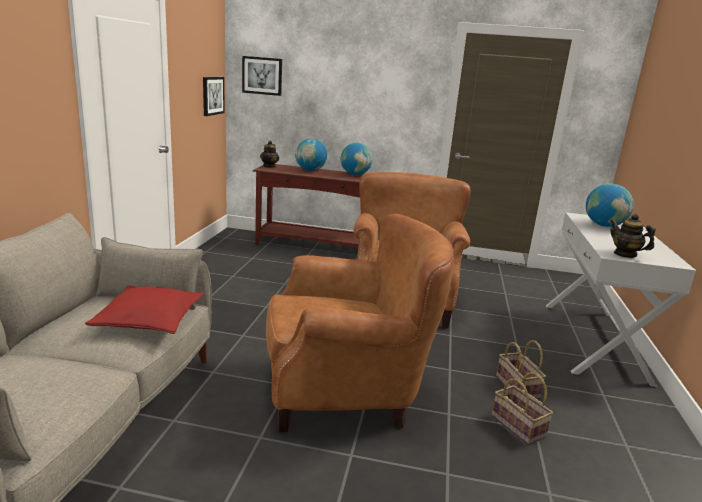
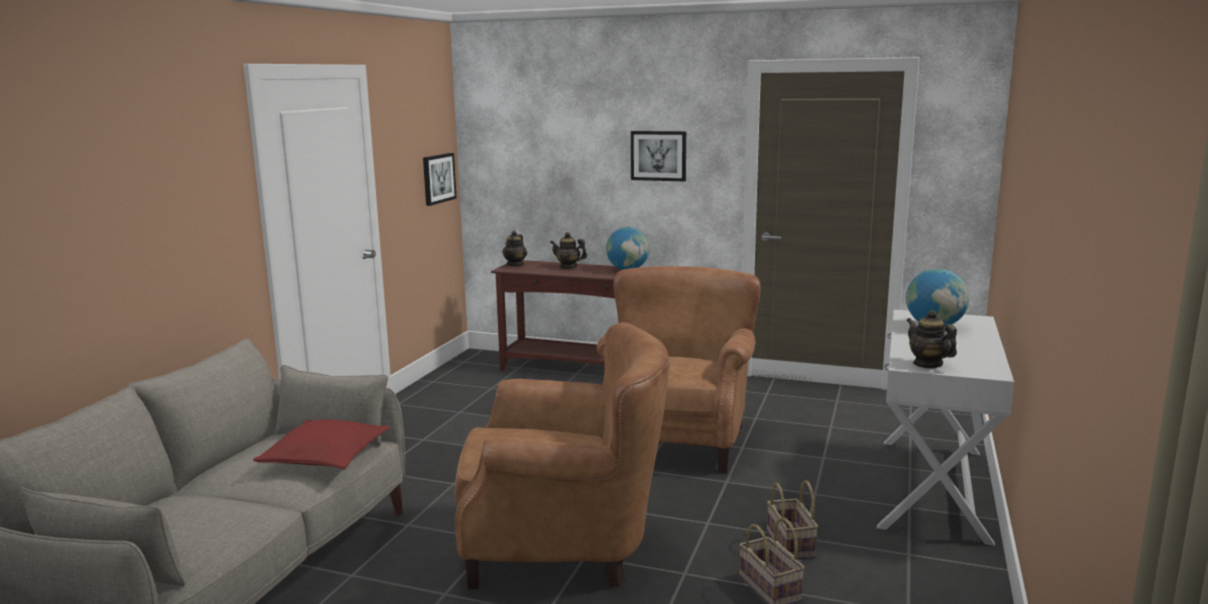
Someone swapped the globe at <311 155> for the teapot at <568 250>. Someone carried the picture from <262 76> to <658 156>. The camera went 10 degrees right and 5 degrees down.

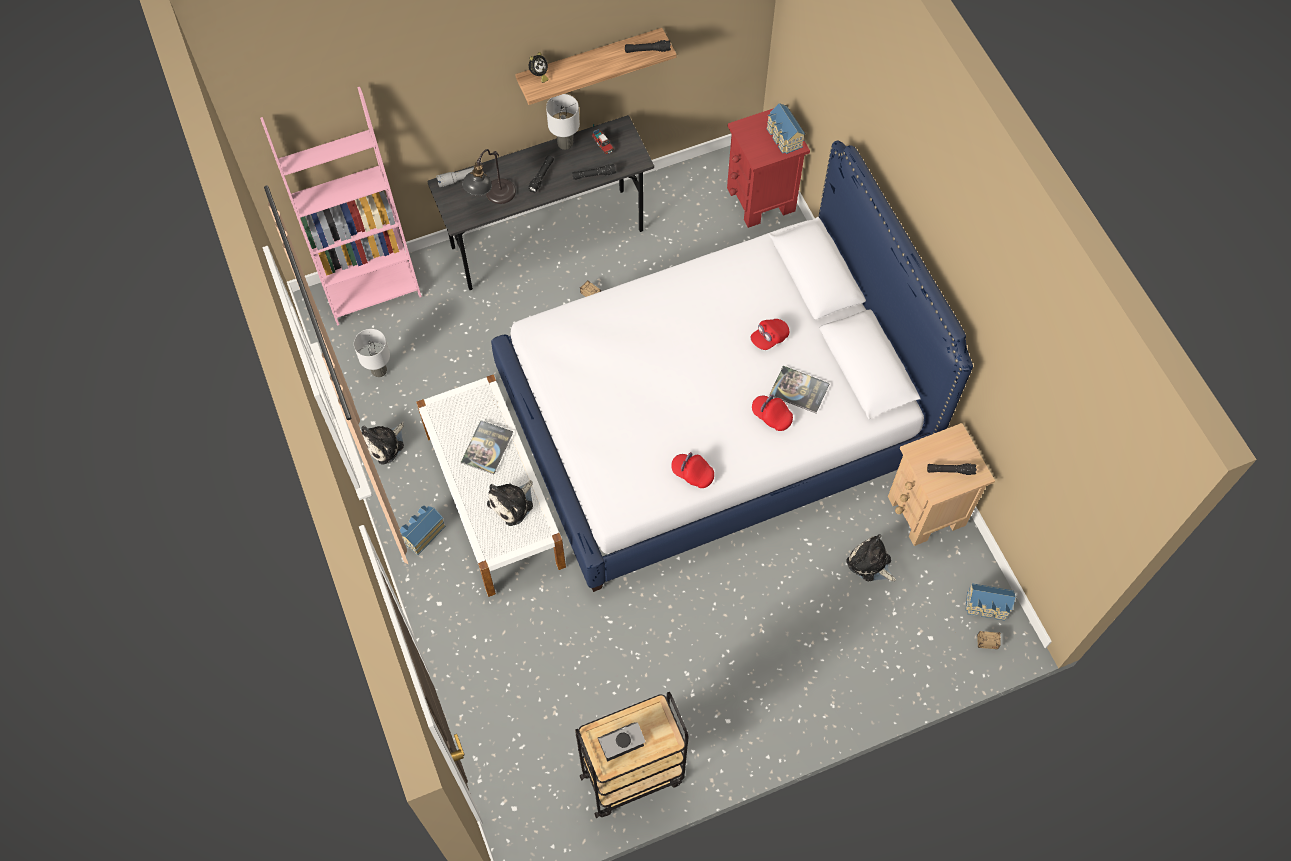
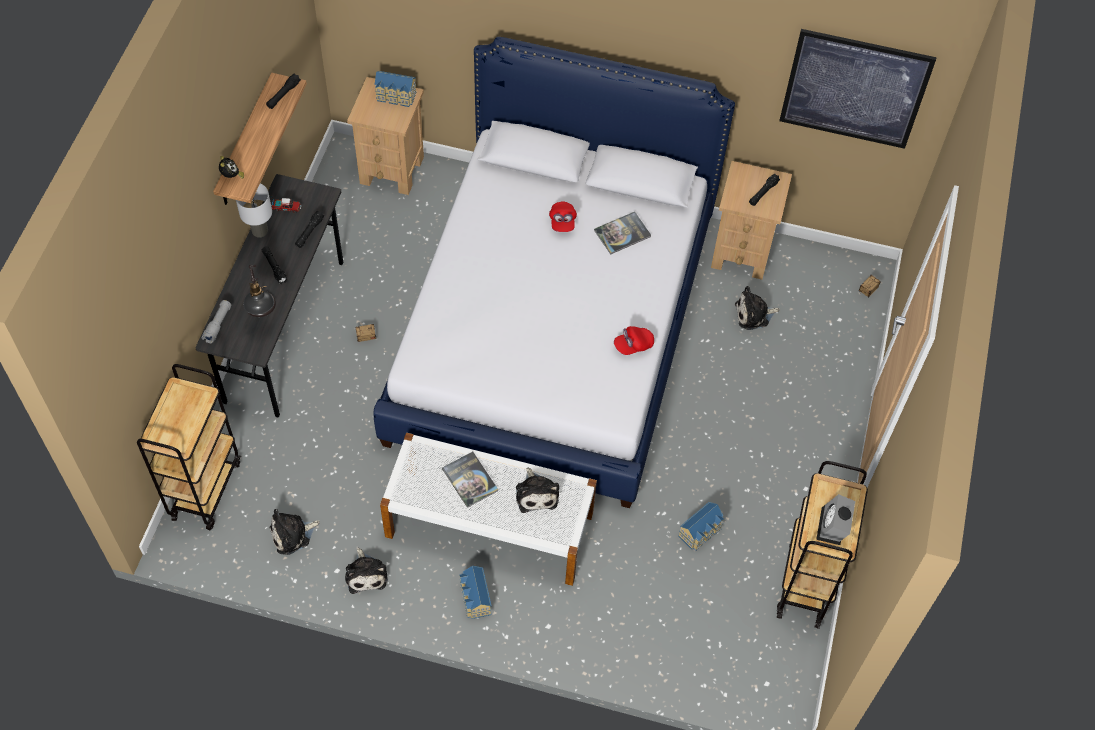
Someone swapped the bookcase (pink) at <341 206> for the cart (brown) at <189 447>. Someone swapped the table lamp (white) at <372 353> for the plush toy at <294 532>. Someone repainted the nightstand (red) at <768 168>, which became the nightstand (beige) at <385 136>. Someone carried the toy house from <990 602> to <701 526>. Someone put up the picture at <858 89>. Someone took away the cap (red) at <772 412>. The camera went 55 degrees left and 5 degrees down.

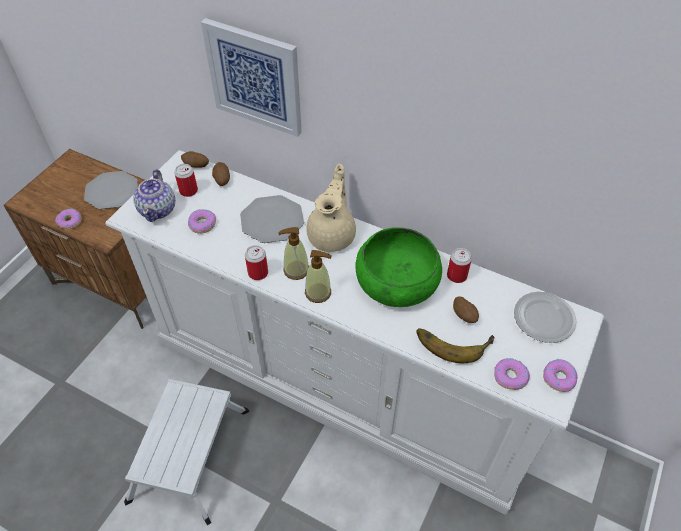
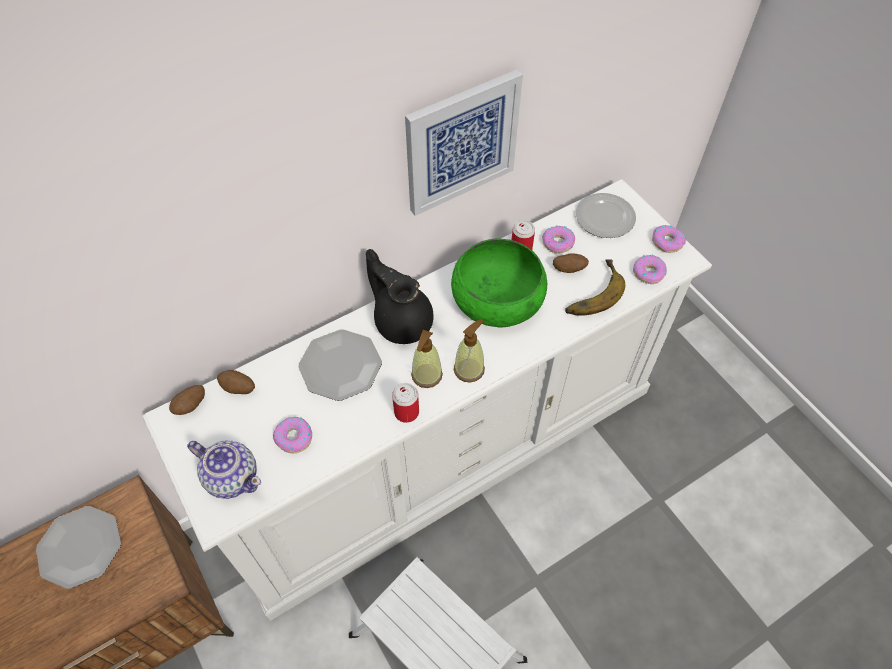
Someone repainted the teapot (beige) at <331 208>, which became the teapot (black) at <400 296>. Someone carried the picture from <251 77> to <464 142>. Someone carried the donut from <68 219> to <558 239>. Someone took away the can at <186 180>. The camera went 60 degrees left and 5 degrees up.

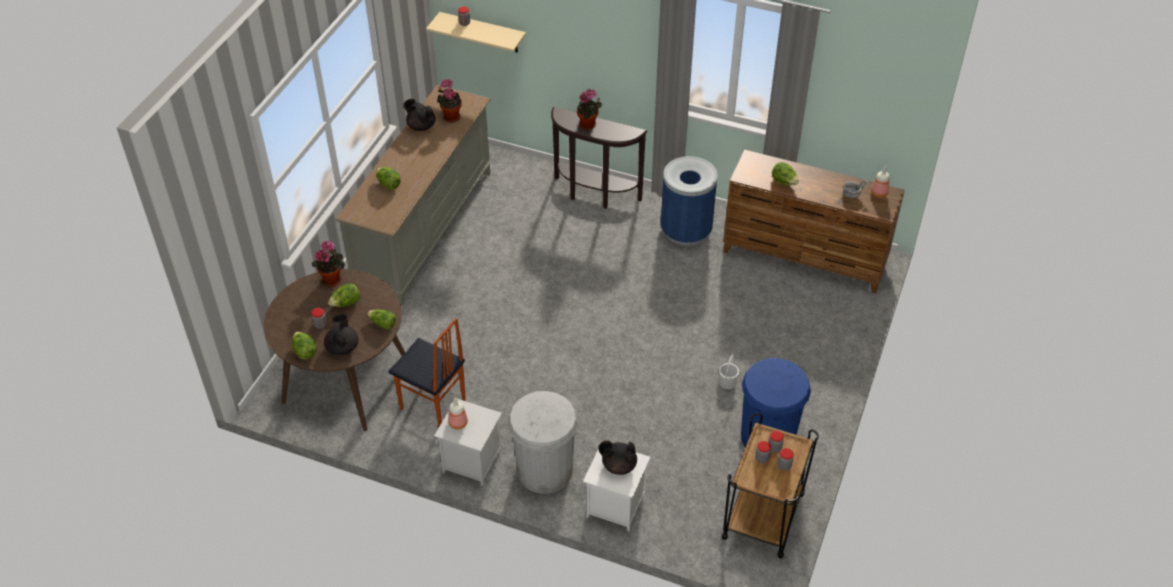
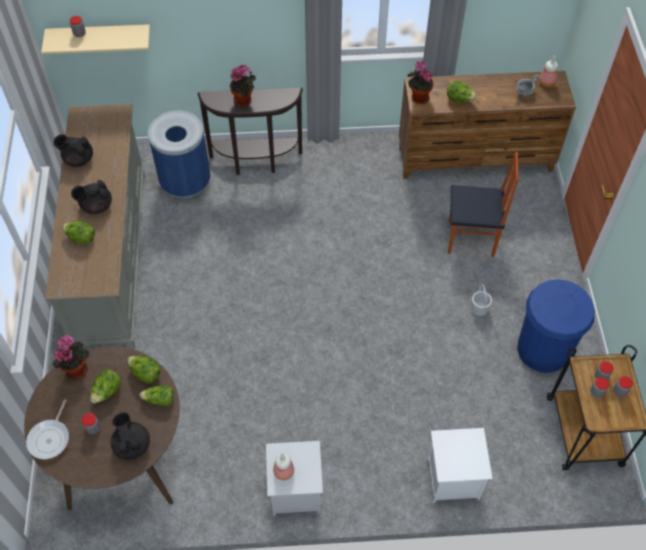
Someone put down the frying pan at <47 429>. Someone carried the teapot (black) from <617 458> to <91 197>. Someone carried the lettuce from <304 346> to <143 369>. Someone carried the trash can (blue) from <689 201> to <179 154>. Someone carried the potted plant from <449 101> to <420 82>. Someone carried the chair from <427 372> to <483 204>. Someone took away the trash can (white) at <543 442>. The camera went 25 degrees left and 10 degrees up.

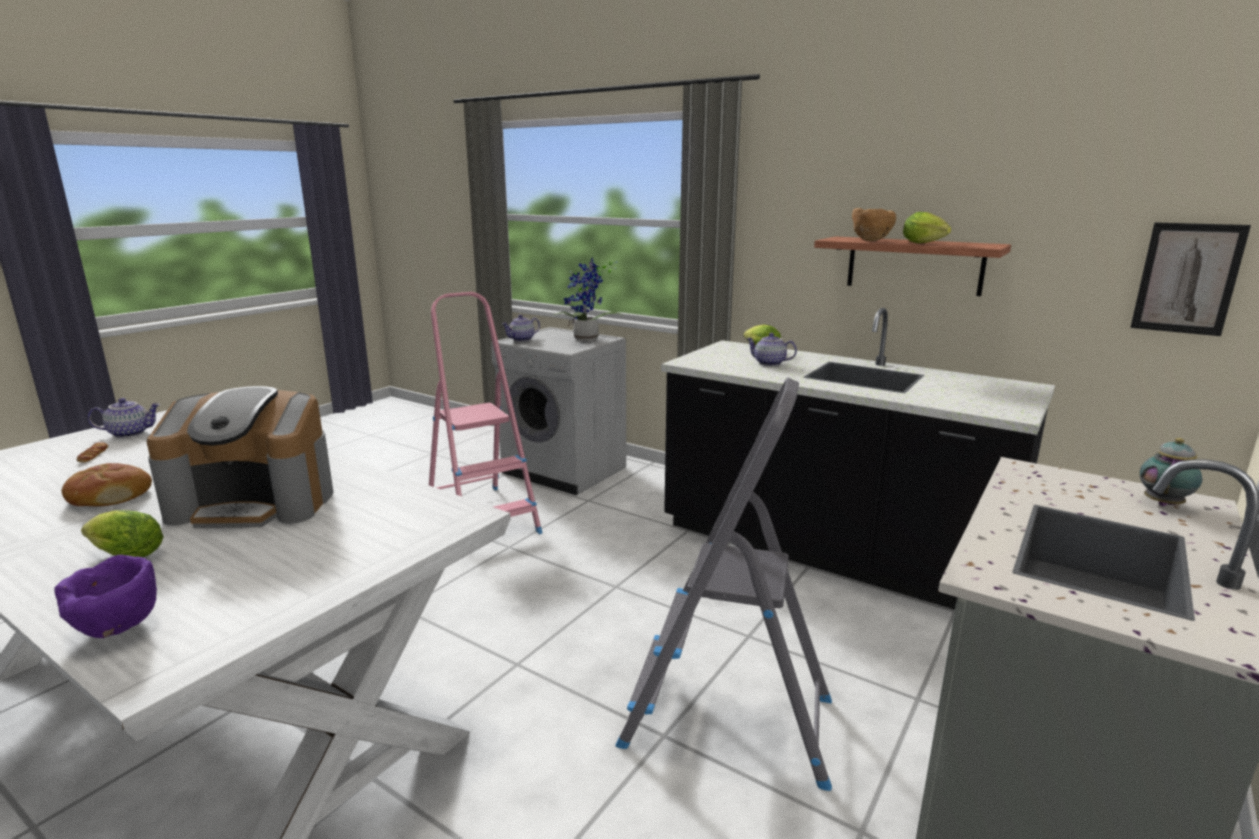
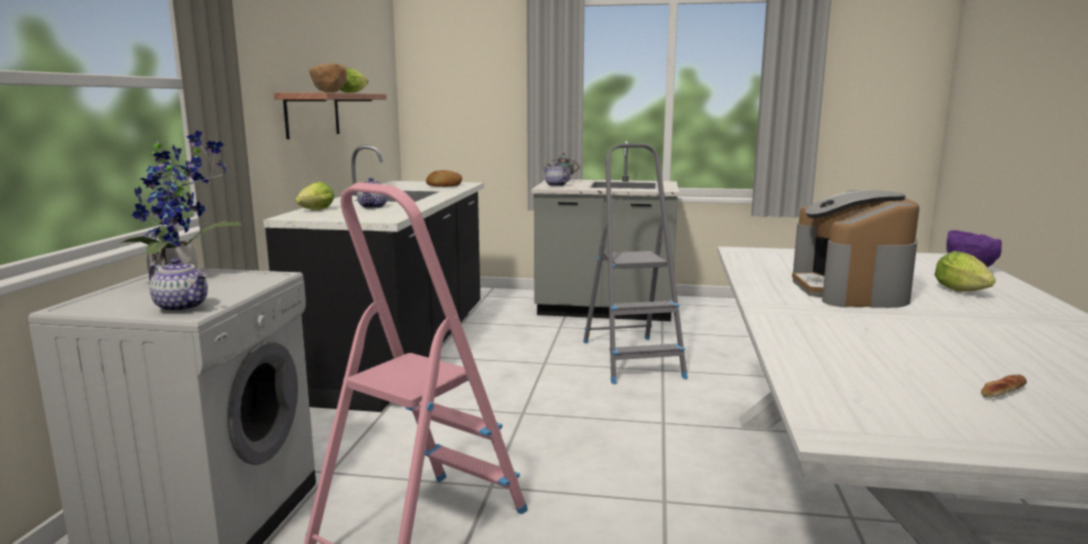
Someone carried the bread from <106 484> to <444 178>. Someone carried the teapot from <124 418> to <557 174>. Someone rotated the coffee machine at <240 457> by 150 degrees counterclockwise. Someone took away the picture at <1190 279>. The camera went 115 degrees left and 5 degrees down.

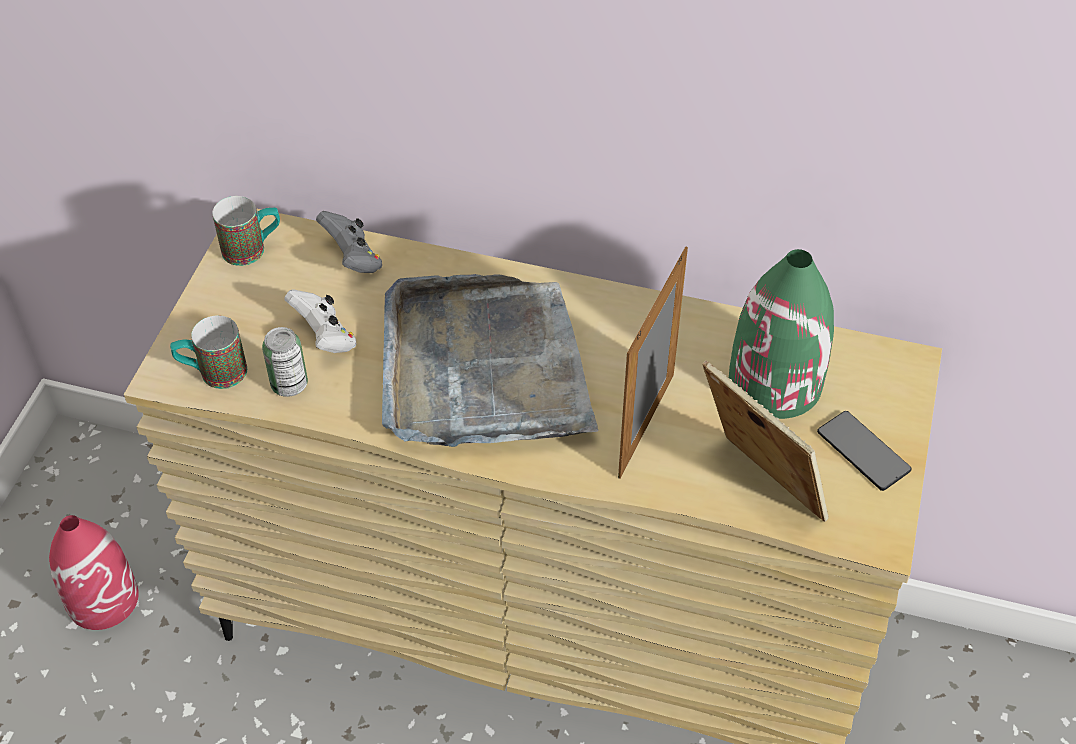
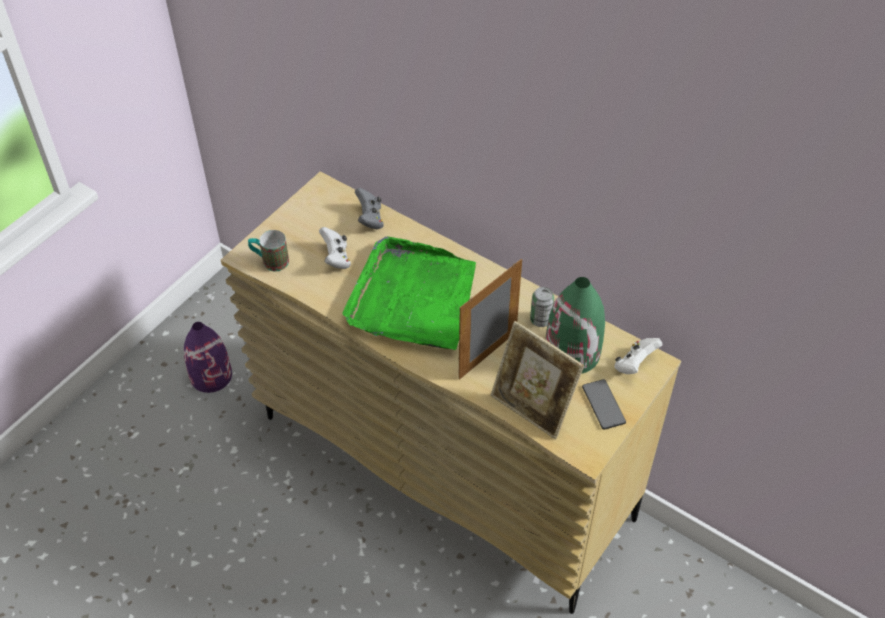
Someone repainted the vase (red) at <94 572>, which became the vase (purple) at <208 357>. Someone repainted the tray (grey) at <490 360>, which became the tray (green) at <409 293>. Someone rotated the picture frame at <766 441> by 150 degrees clockwise. Someone carried the can from <285 362> to <542 307>. Someone put down the game controller (white) at <639 356>. Someone took away the mug at <246 231>. The camera went 20 degrees right and 0 degrees up.

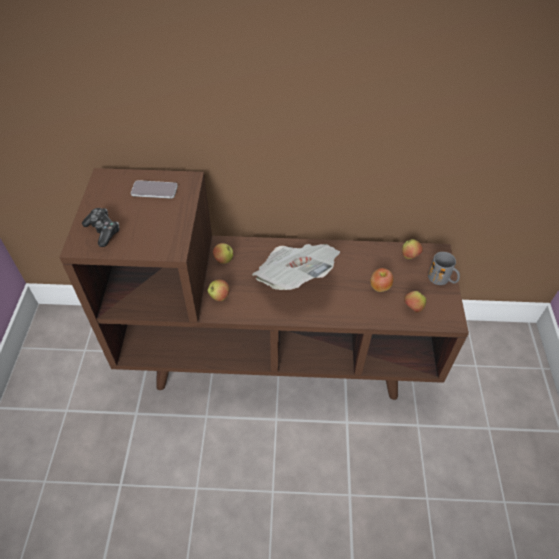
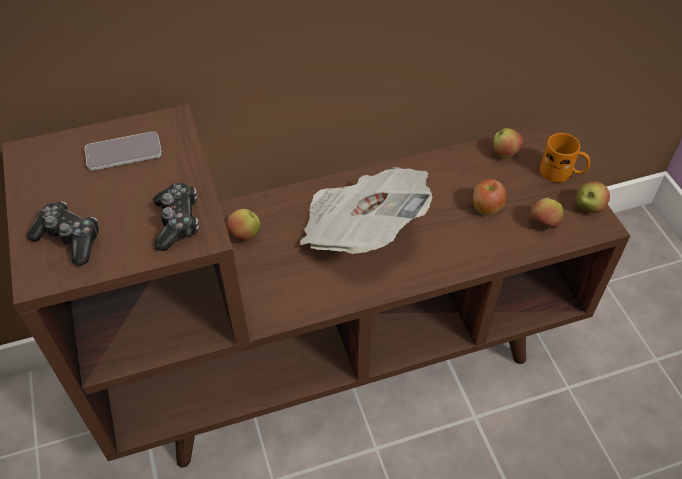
Someone put down the game controller at <176 217>. Someone repainted the mug (grey) at <444 268>, which became the mug (orange) at <565 158>. Someone carried the apple from <218 290> to <593 197>. The camera went 20 degrees left and 0 degrees up.

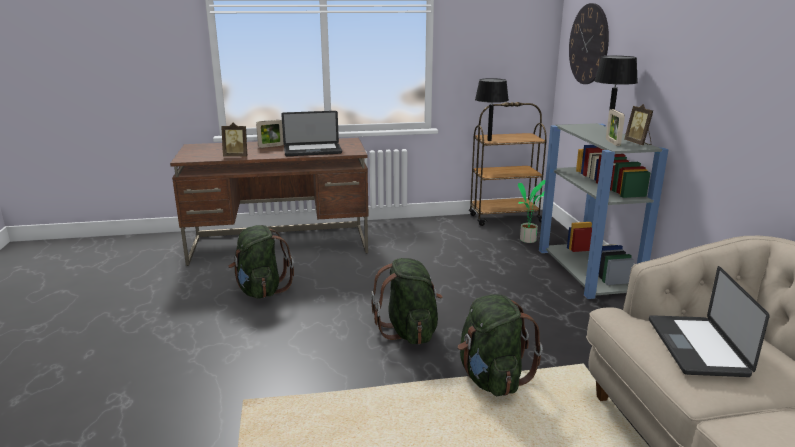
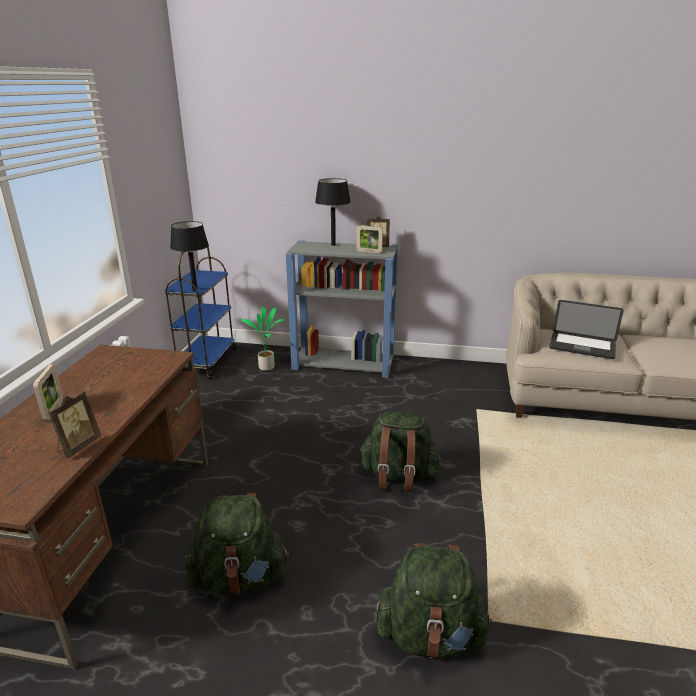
Someone repainted the cart (brown) at <508 164>, which became the cart (blue) at <200 312>. Someone carried the backpack (green) from <500 345> to <434 600>. Someone took away the laptop at <311 133>. Someone took away the wall clock at <589 43>. The camera went 70 degrees left and 5 degrees up.

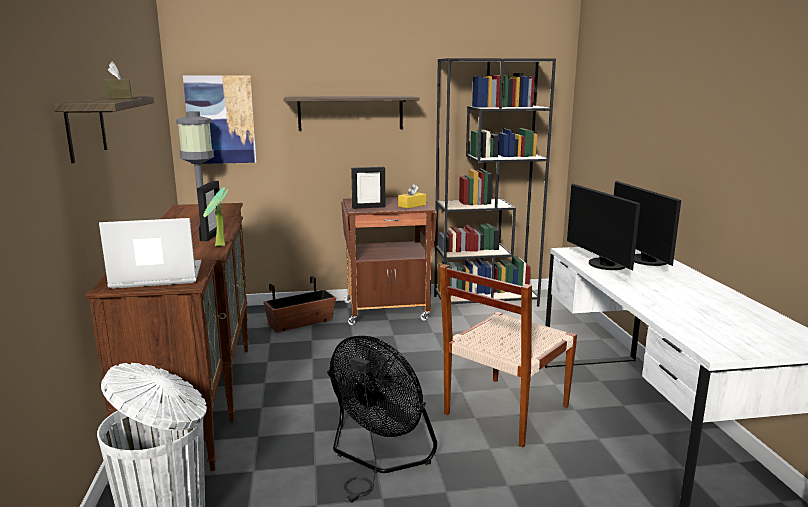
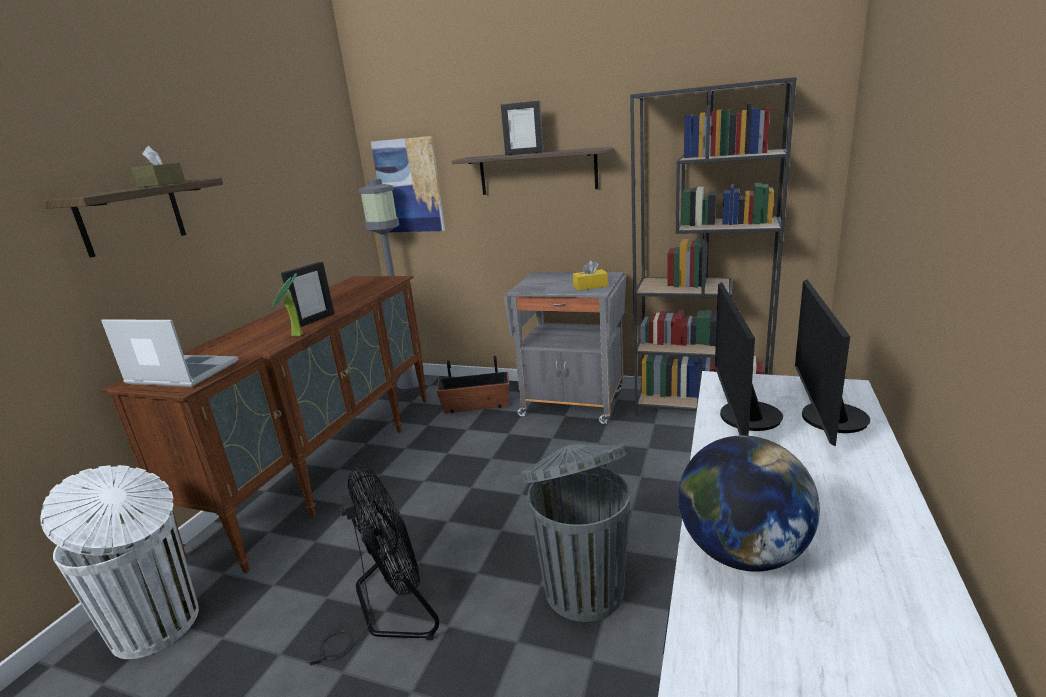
Someone carried the picture frame from <368 188> to <522 128>. Someone repainted the cart (brown) at <389 261>, which became the cart (grey) at <565 348>. Someone swapped the chair at <508 355> for the trash can (grey) at <575 533>. Someone put down the globe at <749 503>. The camera went 30 degrees right and 5 degrees up.

